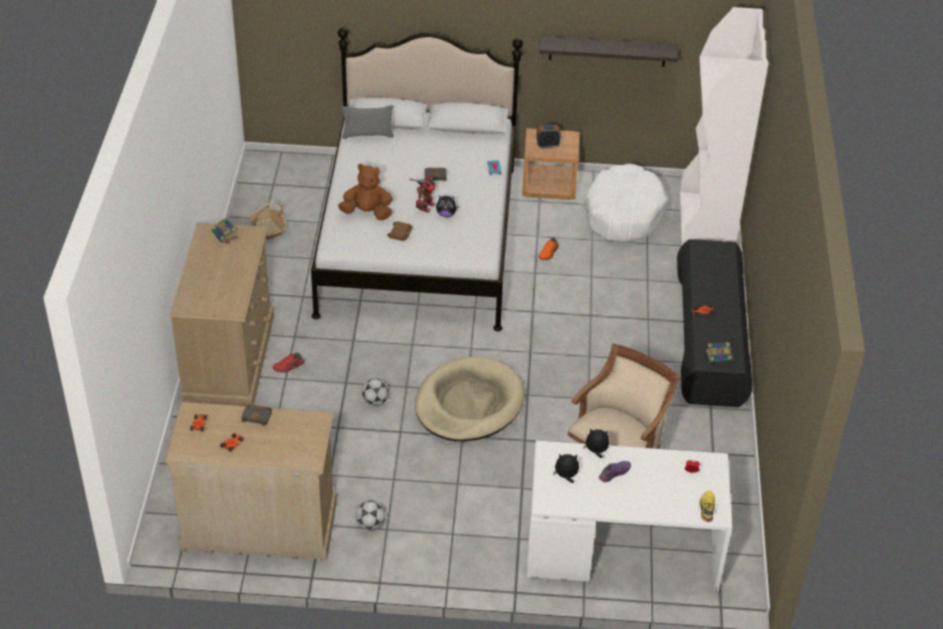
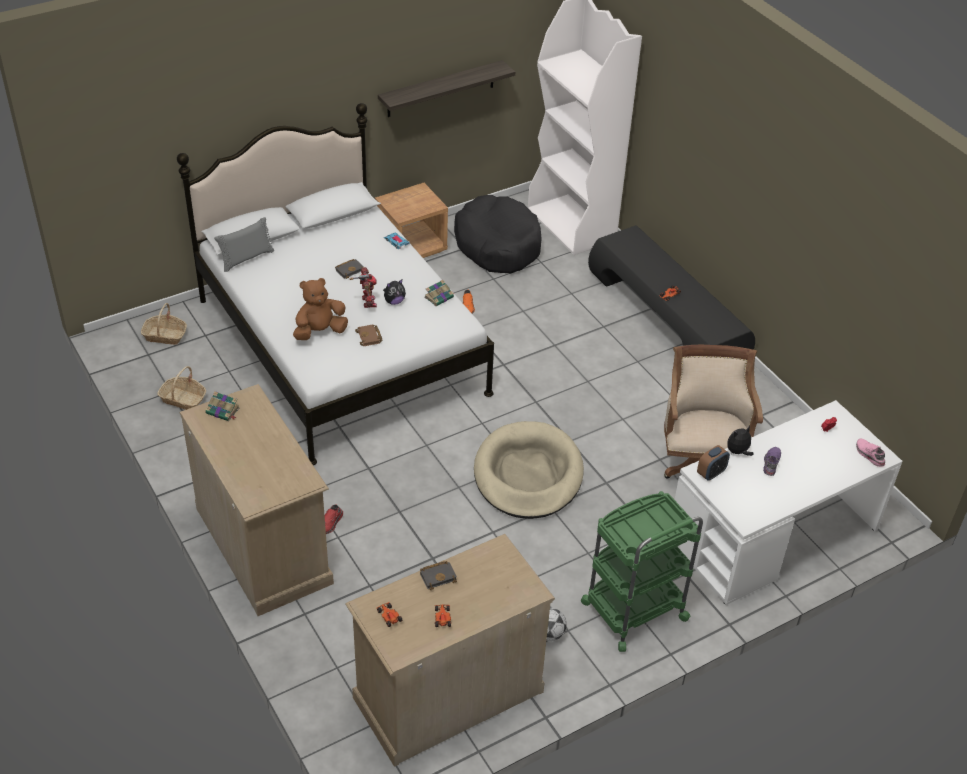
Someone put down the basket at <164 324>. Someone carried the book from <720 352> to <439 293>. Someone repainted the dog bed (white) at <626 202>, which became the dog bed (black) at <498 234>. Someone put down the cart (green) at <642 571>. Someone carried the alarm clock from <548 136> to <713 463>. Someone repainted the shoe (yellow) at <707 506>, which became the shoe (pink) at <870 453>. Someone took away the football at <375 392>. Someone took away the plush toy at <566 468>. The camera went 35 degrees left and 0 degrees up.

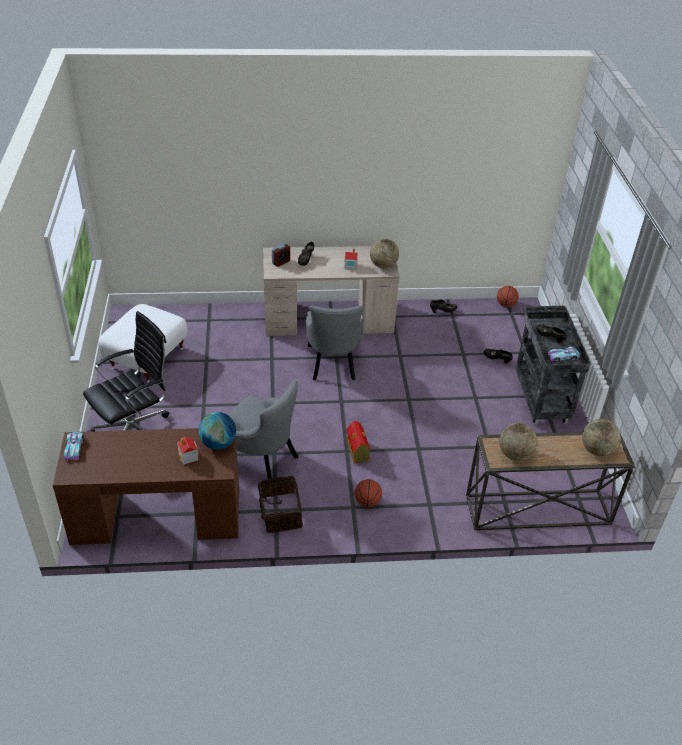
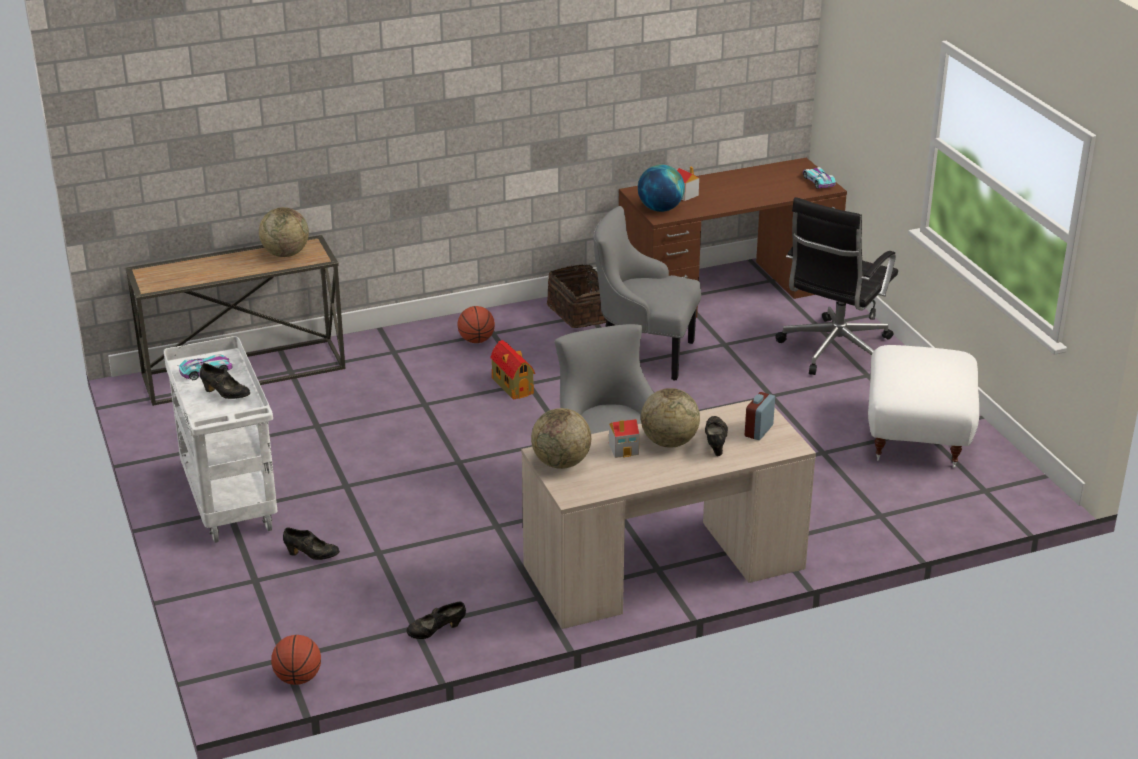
Someone repainted the cart (black) at <553 365>, which became the cart (white) at <220 439>. Someone carried the globe from <601 437> to <670 418>. The camera went 165 degrees right and 10 degrees down.

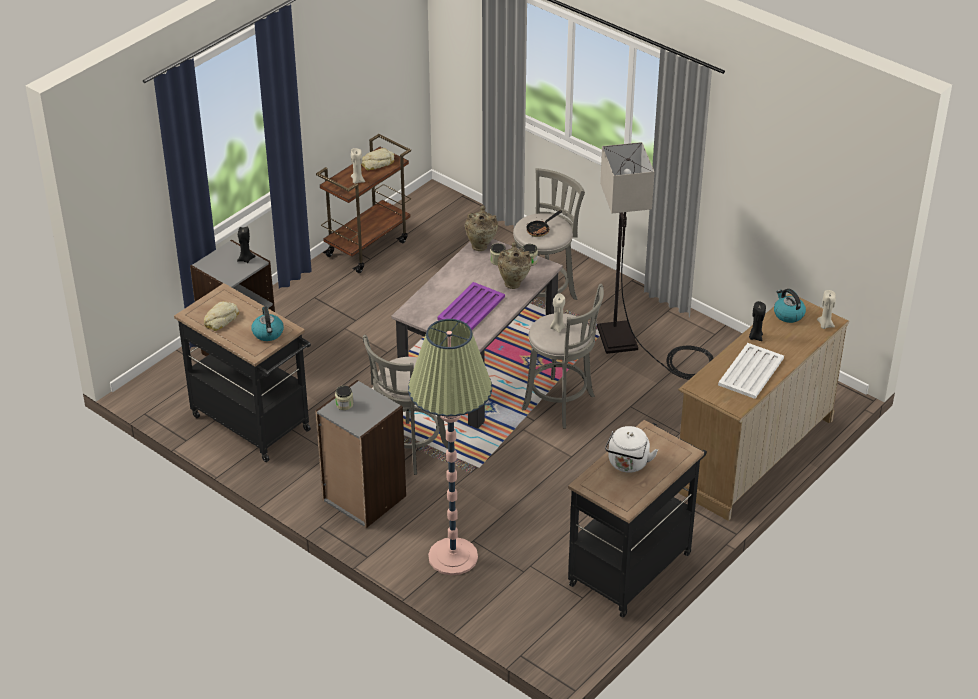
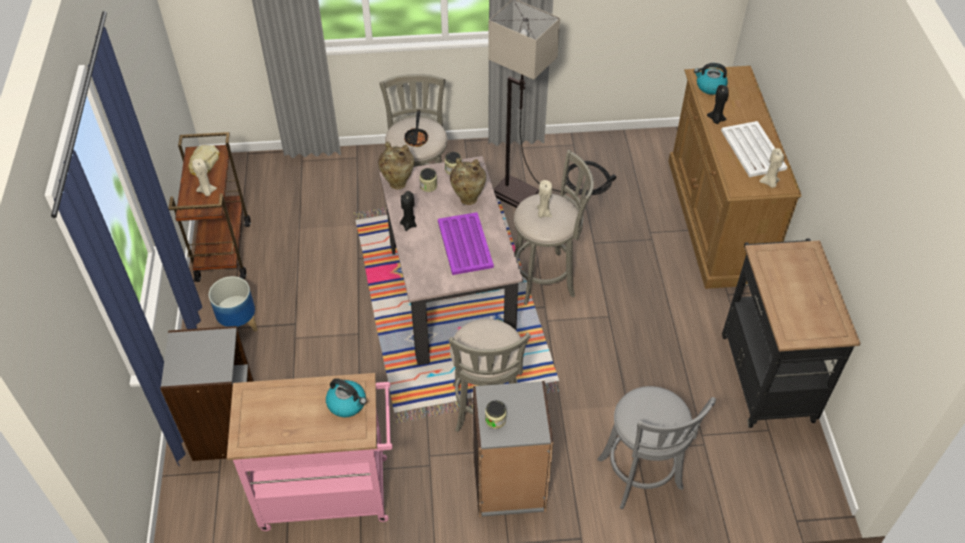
Someone put down the planter at <233 304>. Someone repainted the cart (black) at <242 372>, which became the cart (pink) at <310 452>. Someone carried the candle (black) from <246 245> to <408 211>. Someone swapped the floor lamp at <450 447> for the stool (grey) at <656 447>. Someone carried the candle (beige) from <826 309> to <771 167>. Someone took away the bread at <221 316>. Someone took away the kettle (white) at <631 449>. The camera went 45 degrees left and 10 degrees up.

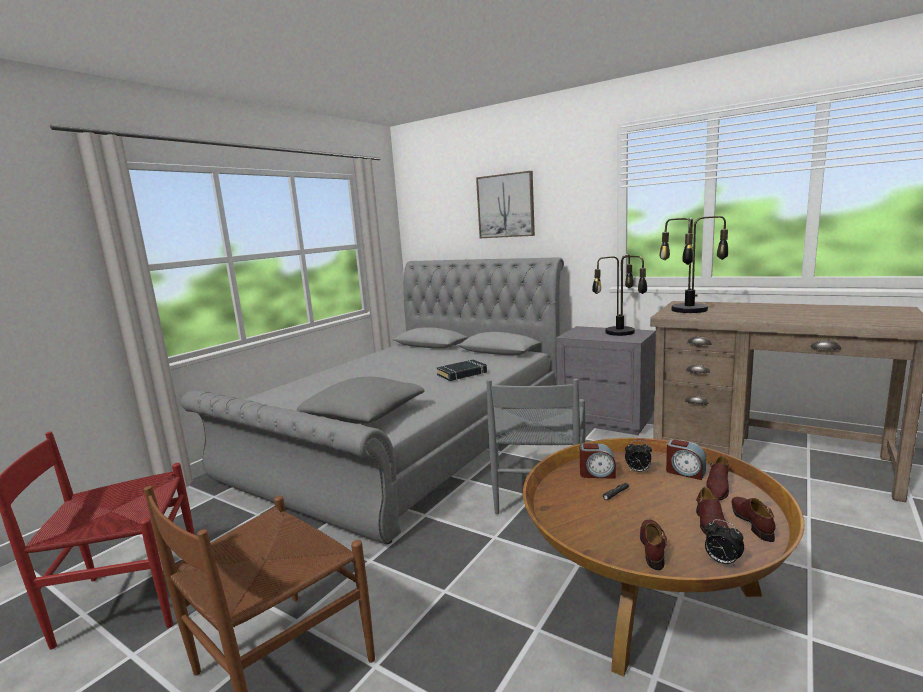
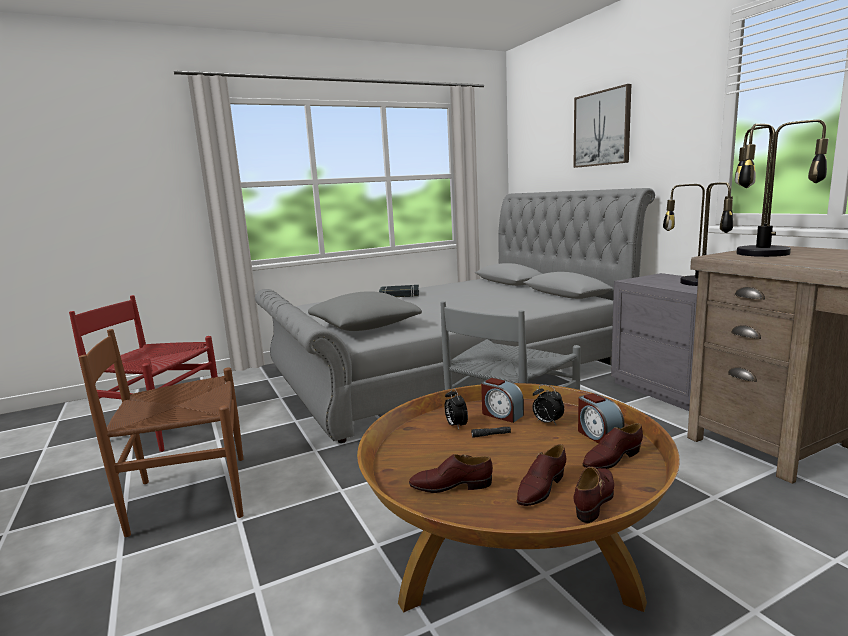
Someone carried the book (black) from <462 370> to <399 291>. Someone rotated the shoe (brown) at <653 544> by 135 degrees counterclockwise. Someone carried the alarm clock from <724 543> to <456 408>. The camera went 30 degrees right and 0 degrees up.

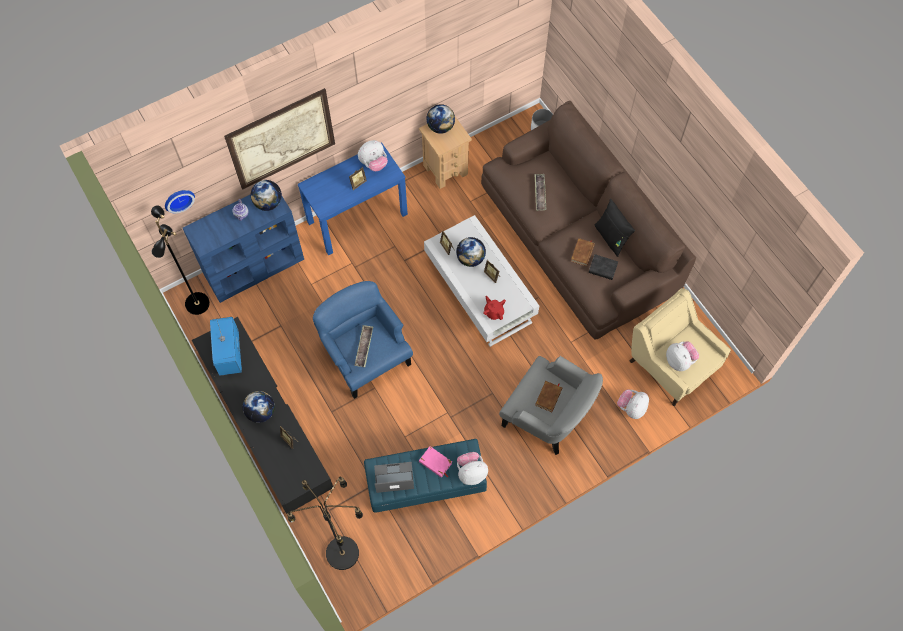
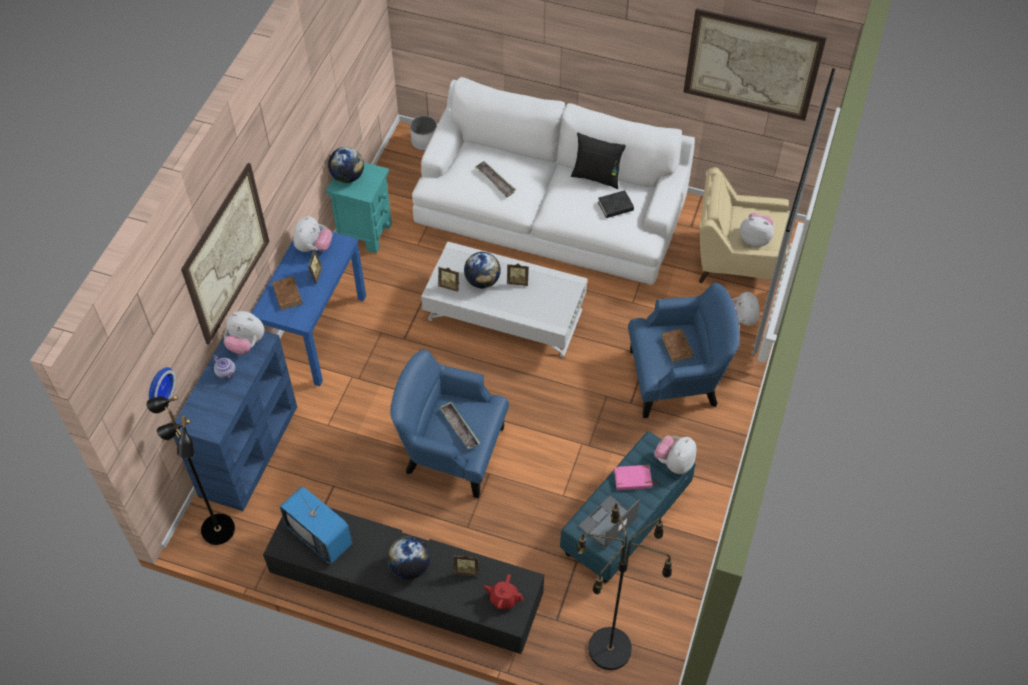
Someone swapped the globe at <266 195> for the plush toy at <244 332>. Someone carried the book (brown) from <583 252> to <287 293>. Someone repainted the nightstand (beige) at <445 153>, which became the nightstand (turquoise) at <359 207>. Someone repainted the sofa (brown) at <588 220>, which became the sofa (white) at <553 181>. Someone carried the teapot (red) from <494 308> to <503 591>. Someone repainted the armchair (grey) at <551 405>, which became the armchair (blue) at <684 350>. Someone put up the picture at <755 64>. The camera went 40 degrees left and 10 degrees down.

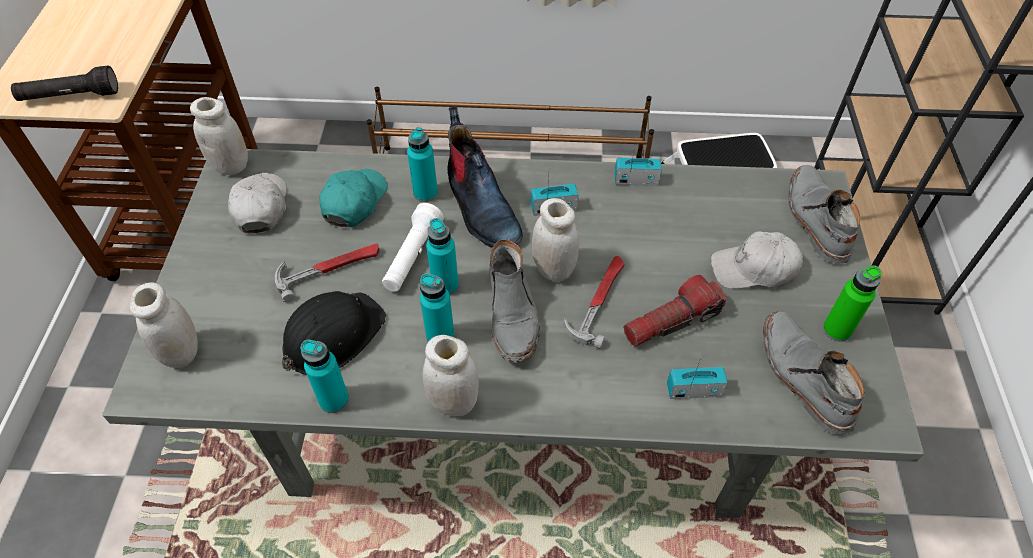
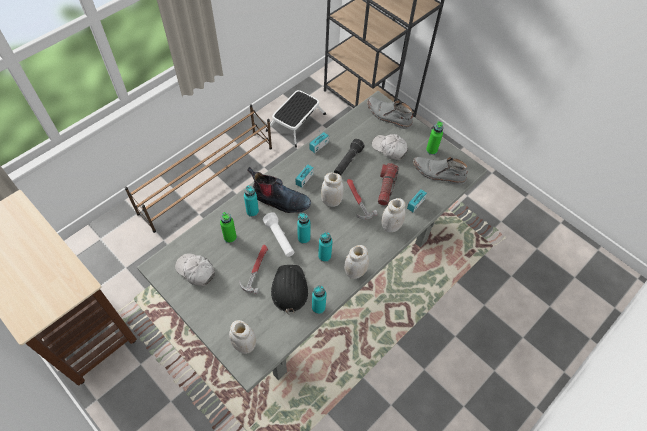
Someone swapped the cap (turquoise) at <353 198> for the bottle (green) at <228 227>. Someone carried the flashlight (black) from <64 83> to <349 157>. Someone rotated the cap (white) at <757 260> by 90 degrees clockwise. Someone carried the jar (white) from <219 136> to <393 215>. Someone took away the boot (grey) at <514 301>. The camera went 50 degrees left and 5 degrees up.

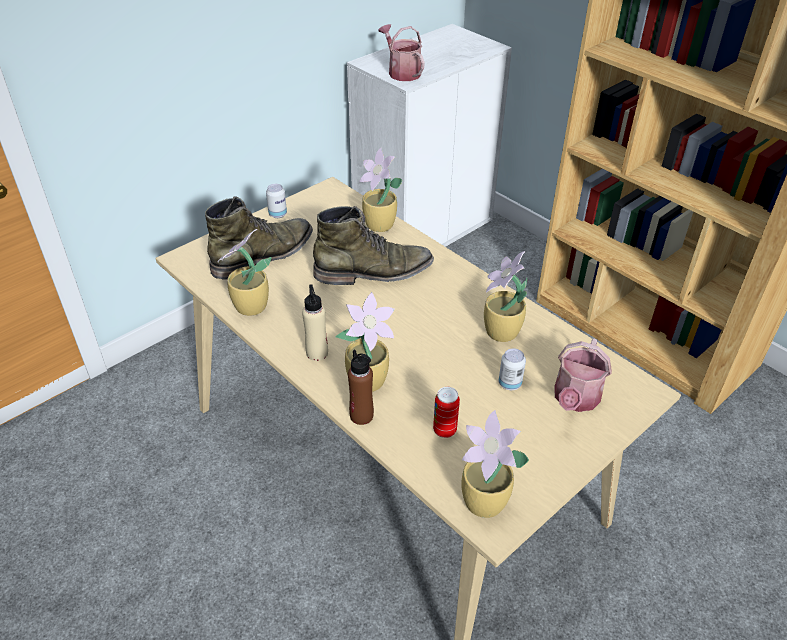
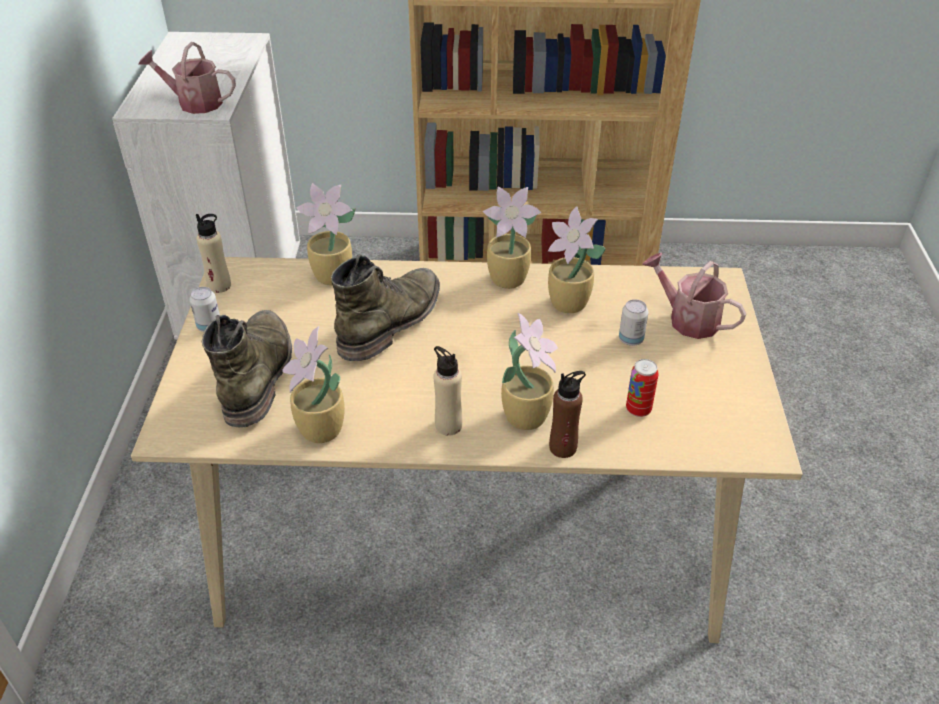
Someone put down the bottle (beige) at <213 253>. Someone carried the potted plant from <495 464> to <512 237>. Someone rotated the watering can at <583 375> by 150 degrees clockwise. The camera went 45 degrees left and 0 degrees up.

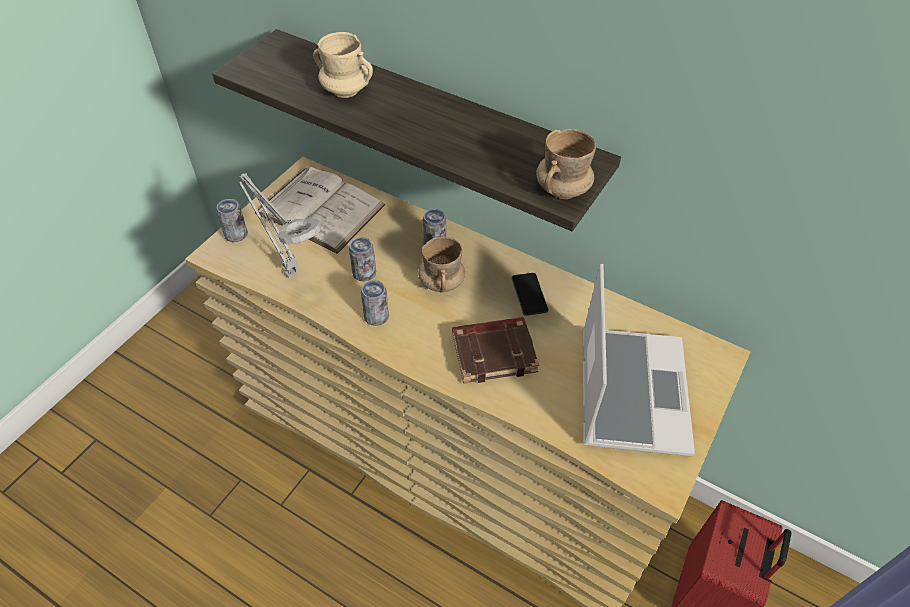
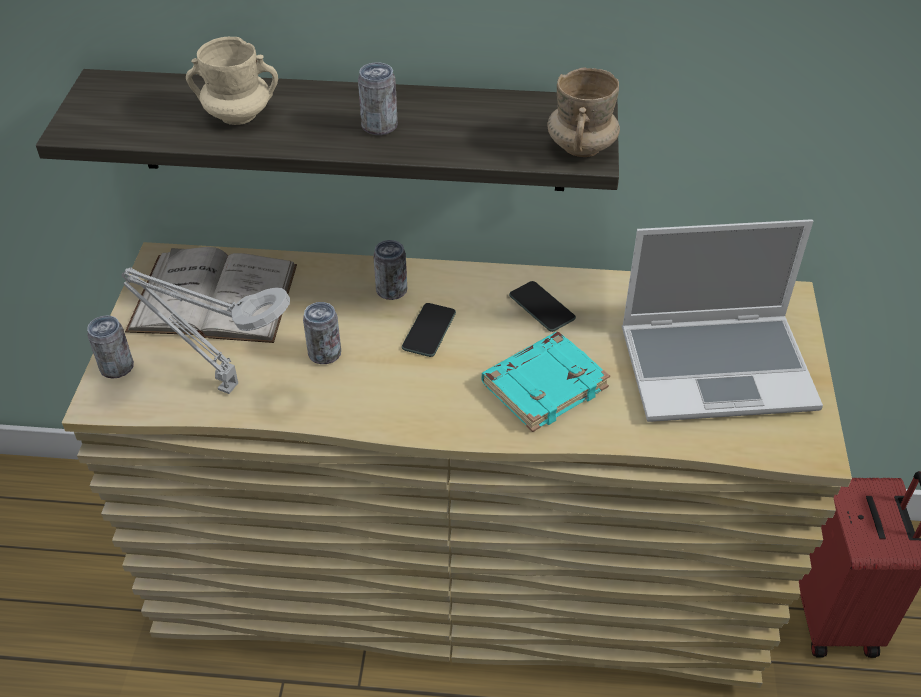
Someone carried the can from <375 303> to <378 98>. Someone swapped the mug (beige) at <441 264> for the phone at <429 330>. Someone repainted the book (brown) at <495 350>, which became the book (turquoise) at <546 382>. Someone rotated the laptop at <639 360> by 105 degrees clockwise. The camera went 25 degrees left and 5 degrees down.

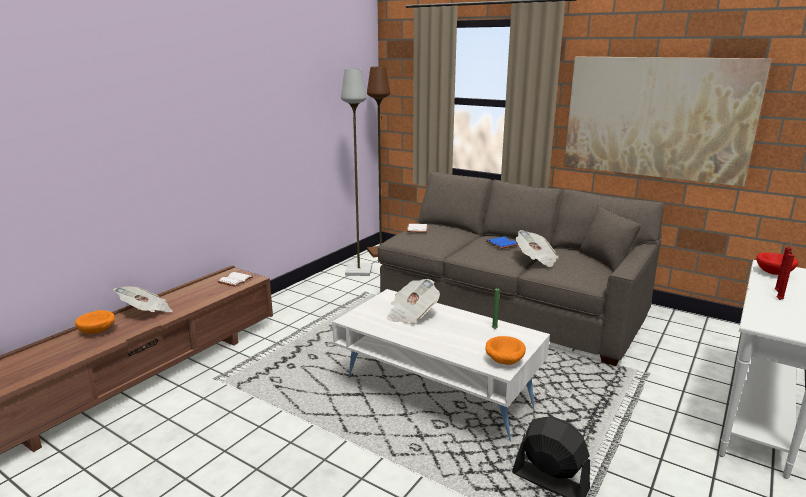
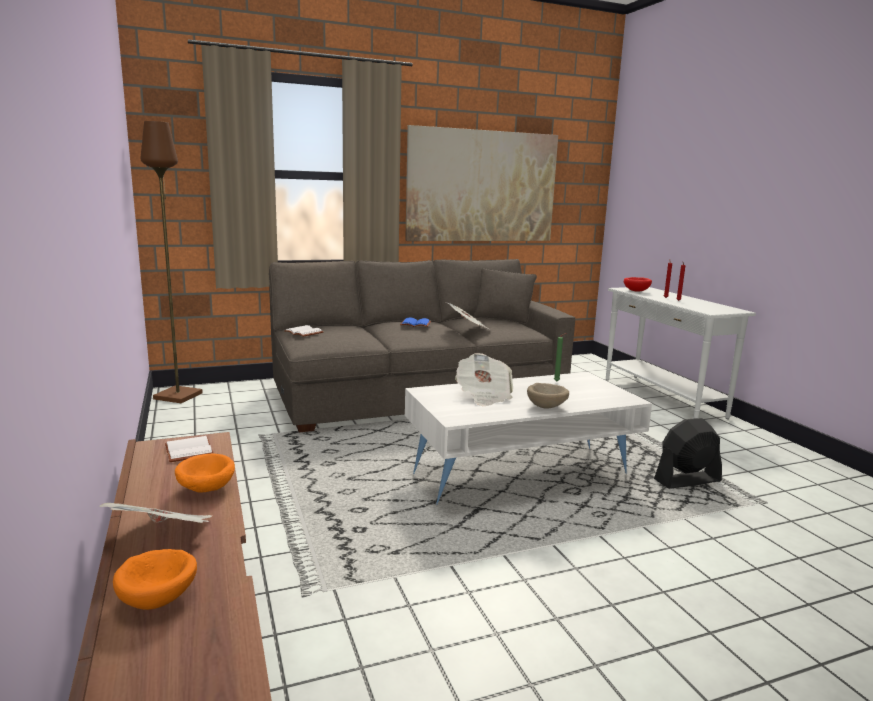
Someone carried the bowl (orange) from <506 350> to <205 473>. Someone put down the bowl (beige) at <548 396>. Someone took away the floor lamp (grey) at <356 172>. The camera went 55 degrees left and 5 degrees down.

